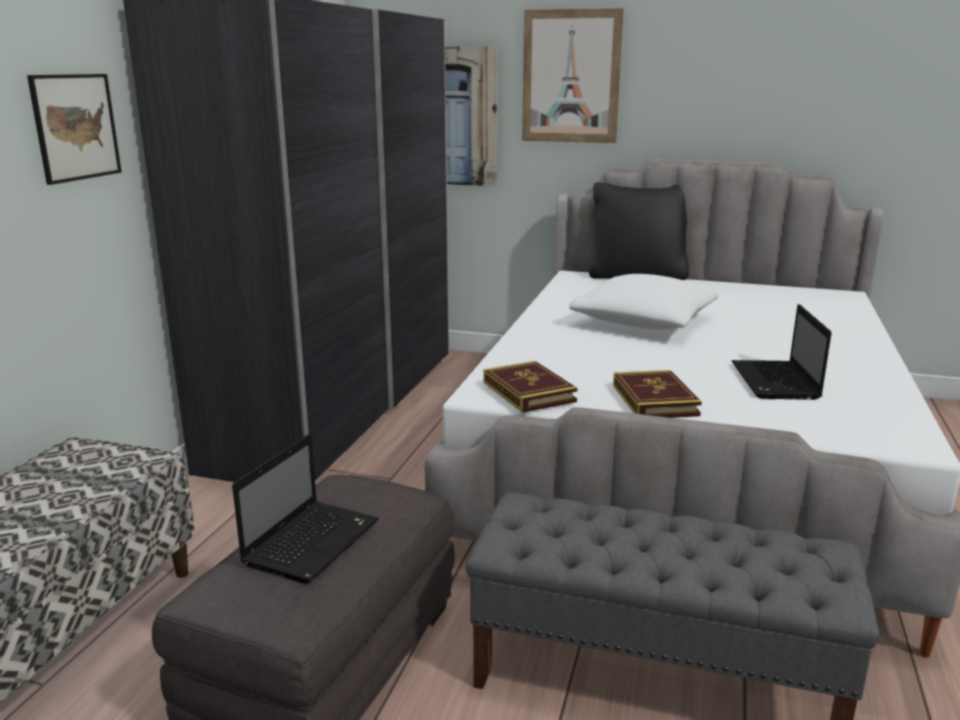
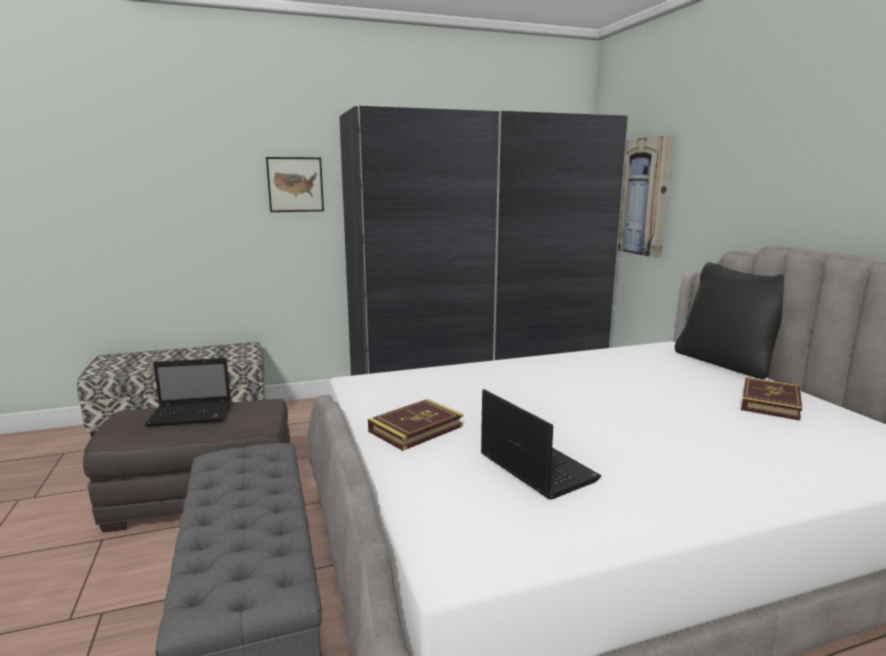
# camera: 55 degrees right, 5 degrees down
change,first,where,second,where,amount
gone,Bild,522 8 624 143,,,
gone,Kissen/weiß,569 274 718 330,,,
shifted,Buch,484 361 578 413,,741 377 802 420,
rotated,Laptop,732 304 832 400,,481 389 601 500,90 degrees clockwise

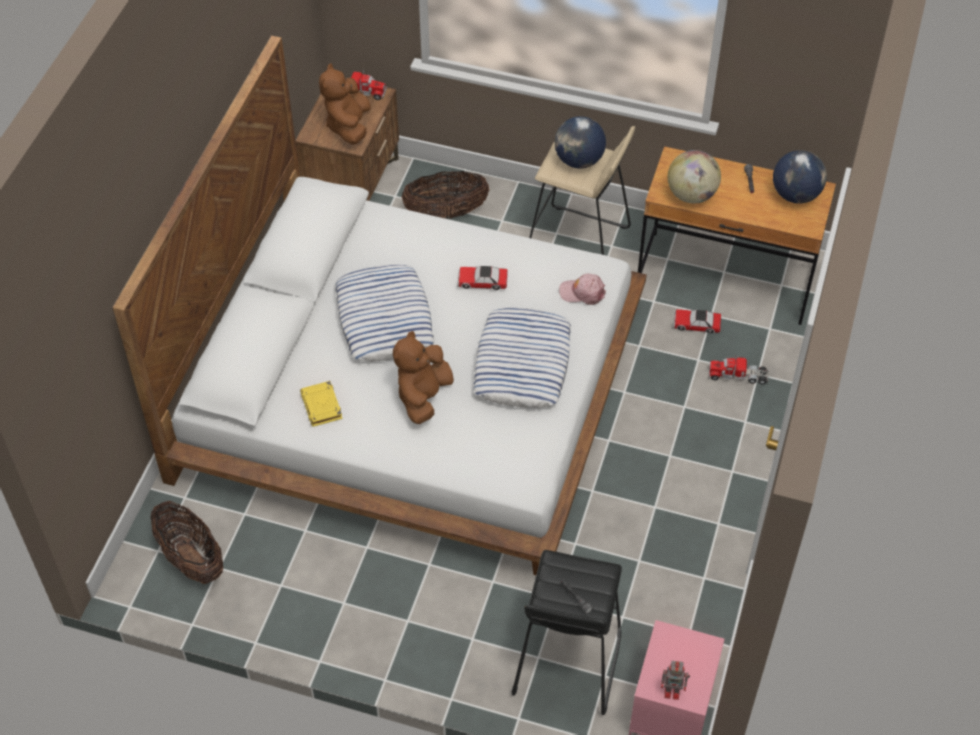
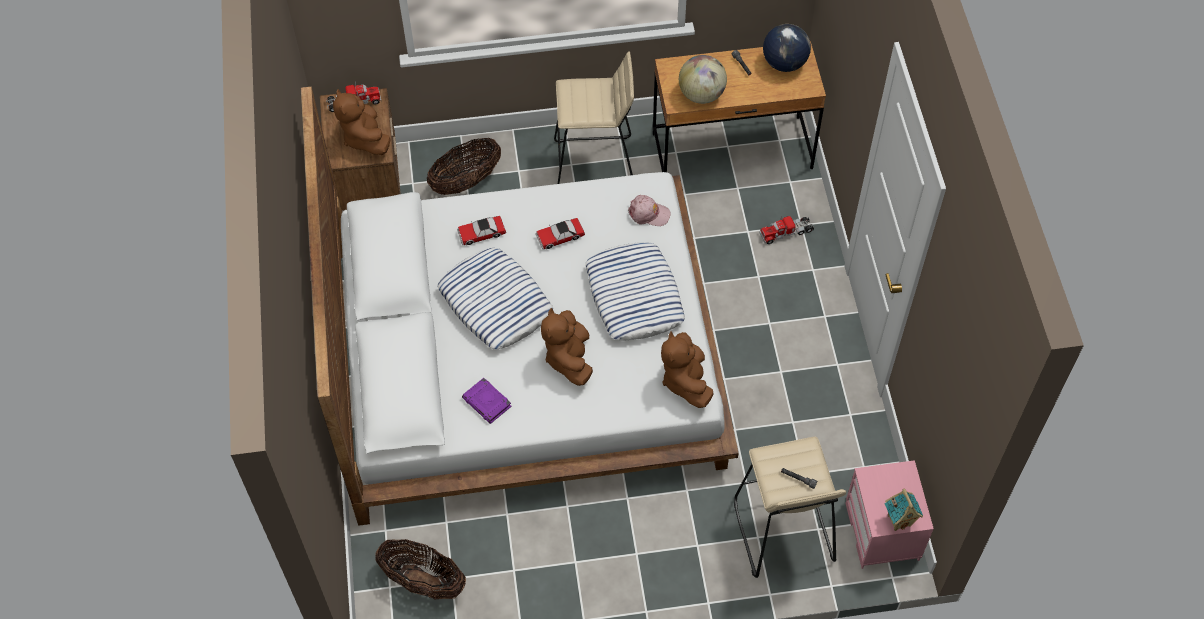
# camera: 25 degrees left, 5 degrees up
change,first,where,second,where,amount
gone,Globus,555 116 606 168,,,
new,,,Plüschtier/braun,661 331 714 408,
shifted,Spielzeugauto,673 309 721 333,,457 216 506 245,
swapped,Spielzeugroboter,661 661 690 700,Spielzeughaus,884 488 923 531,
repainted,Buch/gelb,300 381 342 427,Buch/lila,462 378 512 424,
repainted,Hocker/schwarz,512 550 622 715,Hocker/beige,734 437 846 578,
rotated,Kappe/rosa,559 274 606 305,,628 195 671 226,150 degrees counterclockwise

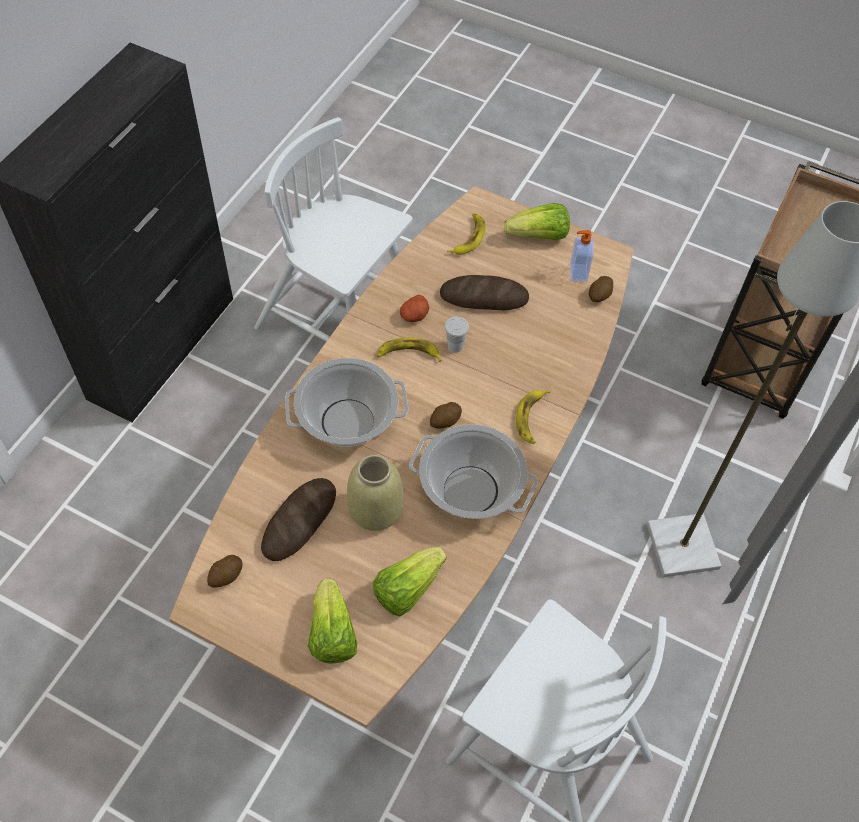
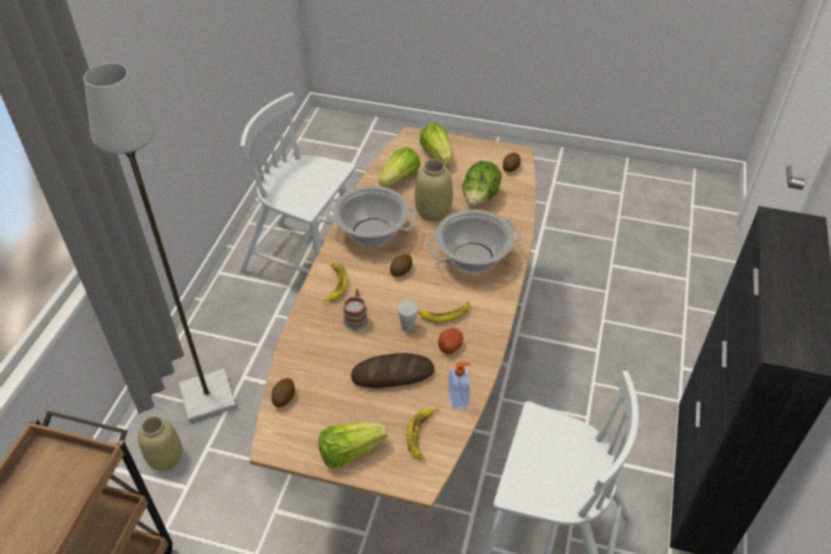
# camera: 170 degrees right, 10 degrees down
change,first,where,second,where,amount
new,,,Vase/beige,138 416 182 471,
new,,,Henkelbecher,343 289 368 331,
shifted,Seifenspender,570 230 594 282,,448 362 471 410,
swapped,Brot,261 478 336 561,Salatkopf,462 161 502 206,

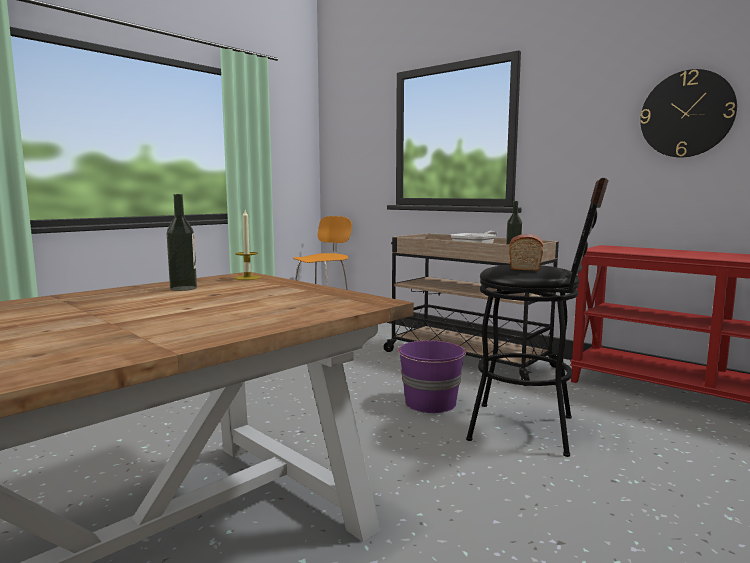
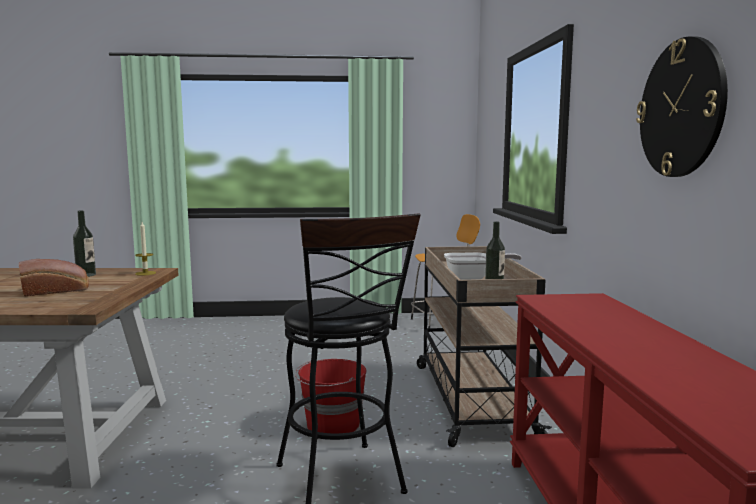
# camera: 45 degrees right, 0 degrees up
change,first,where,second,where,amount
shifted,Brot,509 234 543 271,,19 259 89 296,
repainted,Eimer/lila,398 340 466 413,Eimer/rot,295 359 366 433,

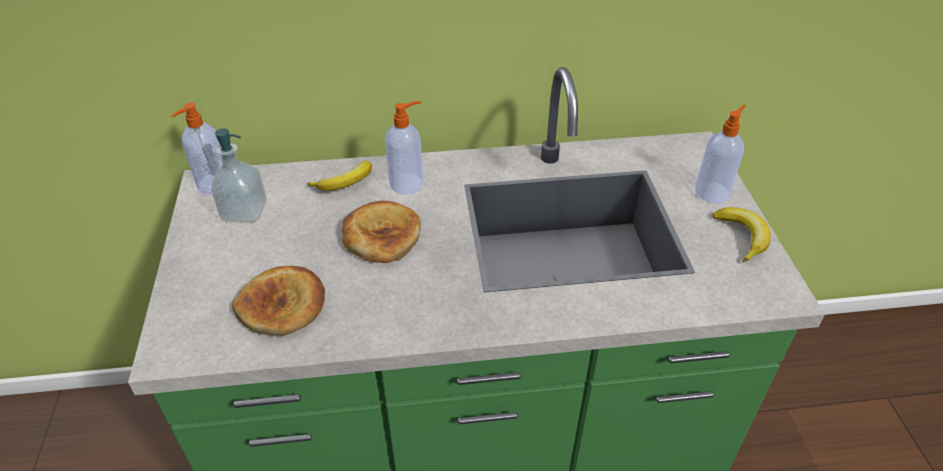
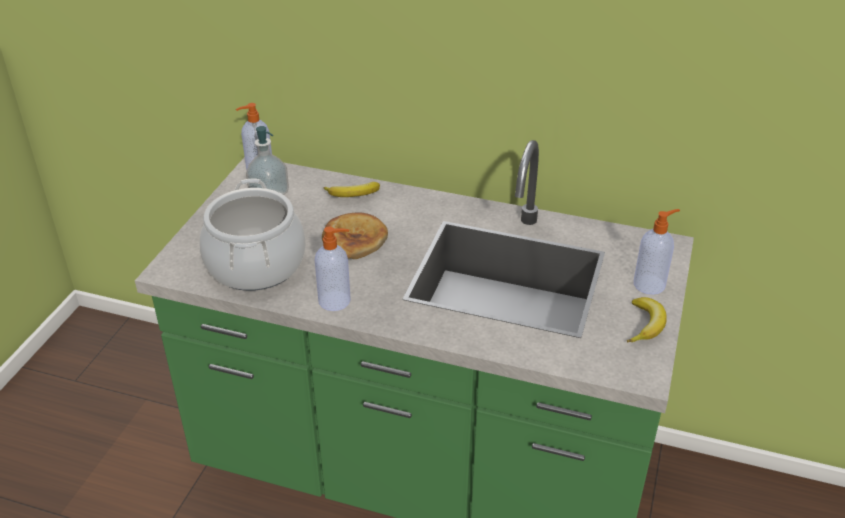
# camera: 25 degrees right, 5 degrees down
change,first,where,second,where,amount
shifted,Seifenspender,385 101 423 195,,315 227 351 311,
swapped,Brot,232 266 325 336,Kochtopf,199 179 306 291,

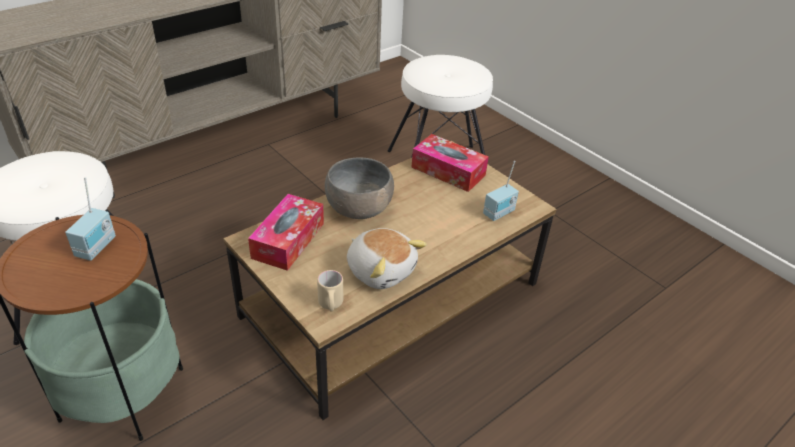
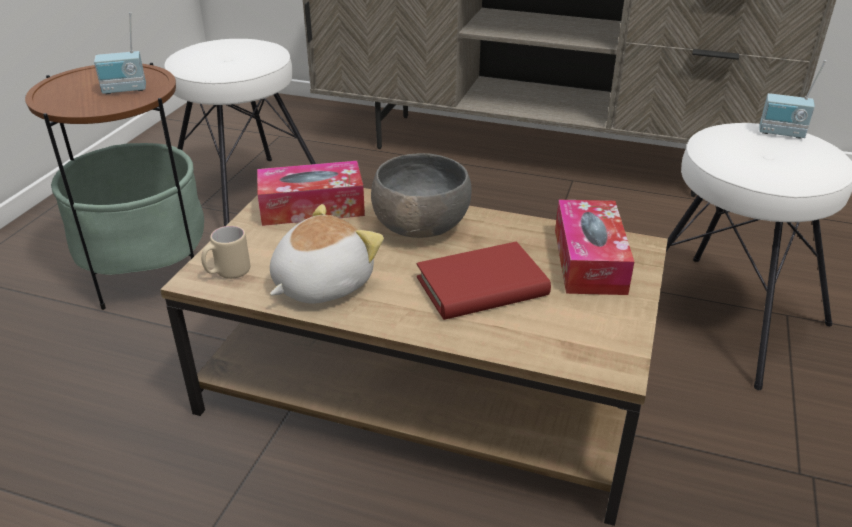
# camera: 60 degrees right, 5 degrees down
change,first,where,second,where,amount
new,,,Buch/rot,417 242 551 320,
shifted,Radio,483 161 519 221,,760 60 826 139,
rotated,Plüschtier,347 228 427 289,,270 204 384 304,150 degrees counterclockwise

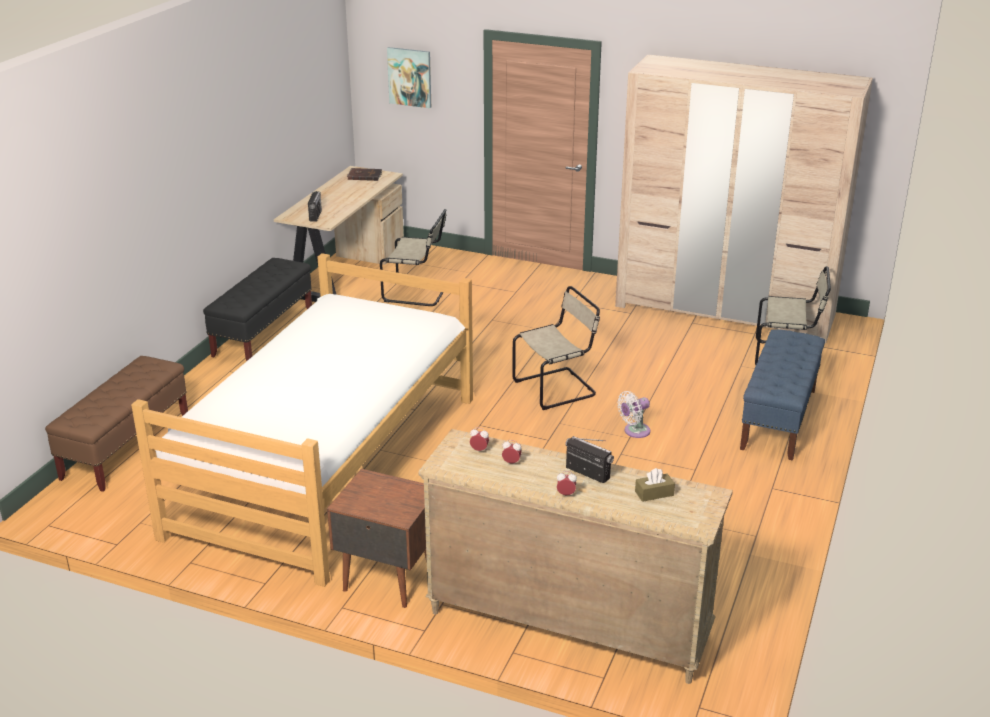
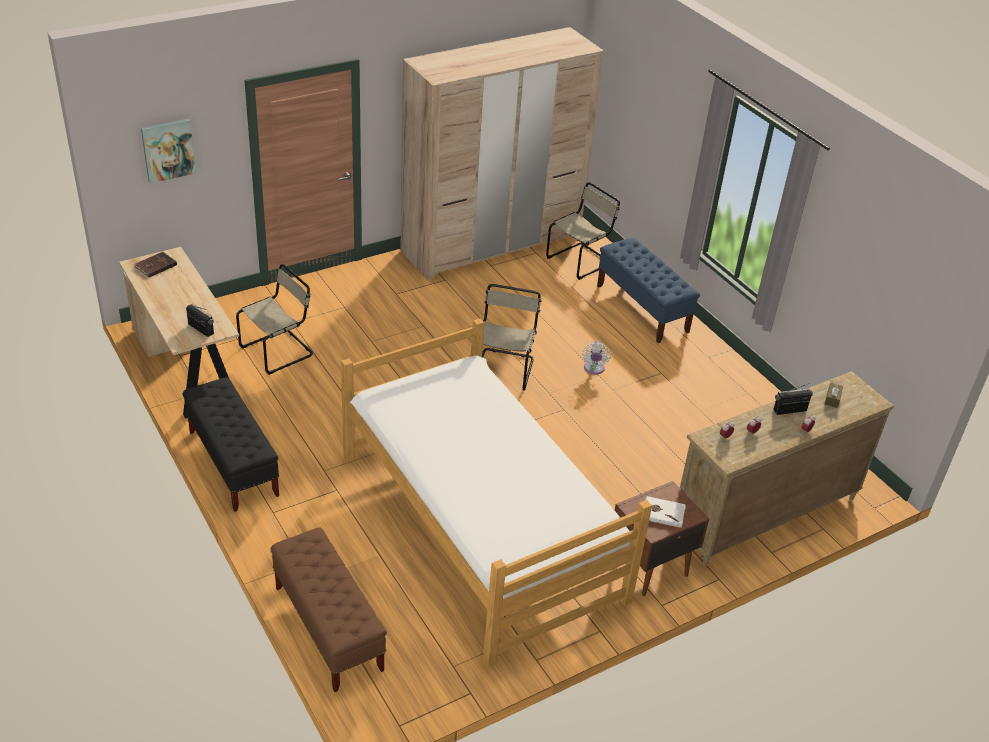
# camera: 55 degrees left, 10 degrees up
change,first,where,second,where,amount
new,,,Buch/weiß,645 496 686 528,

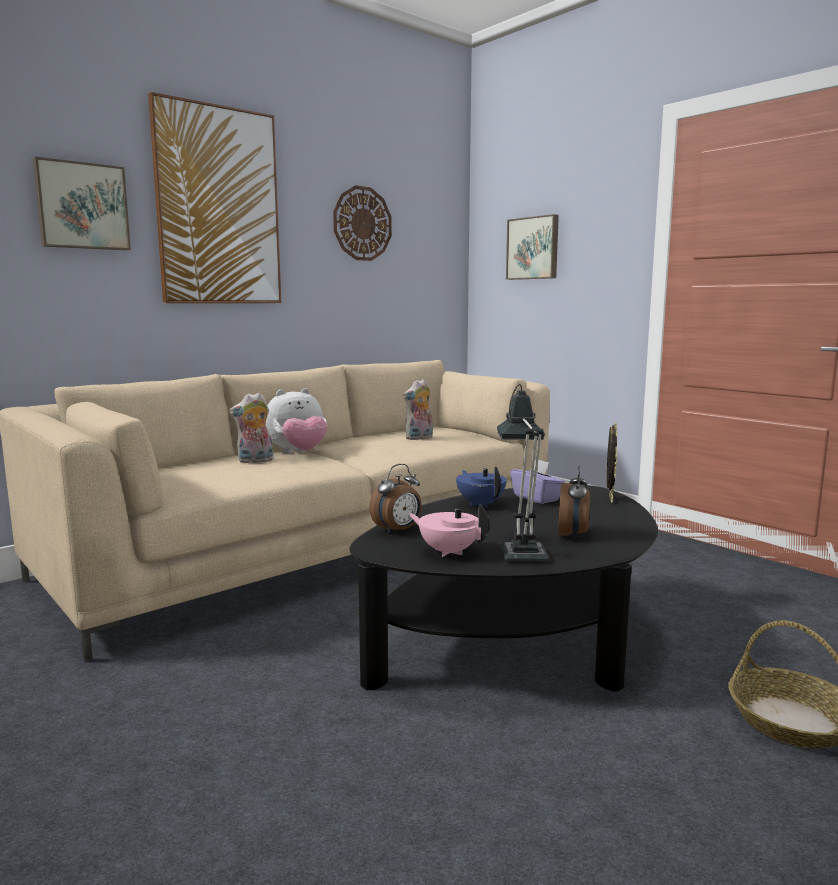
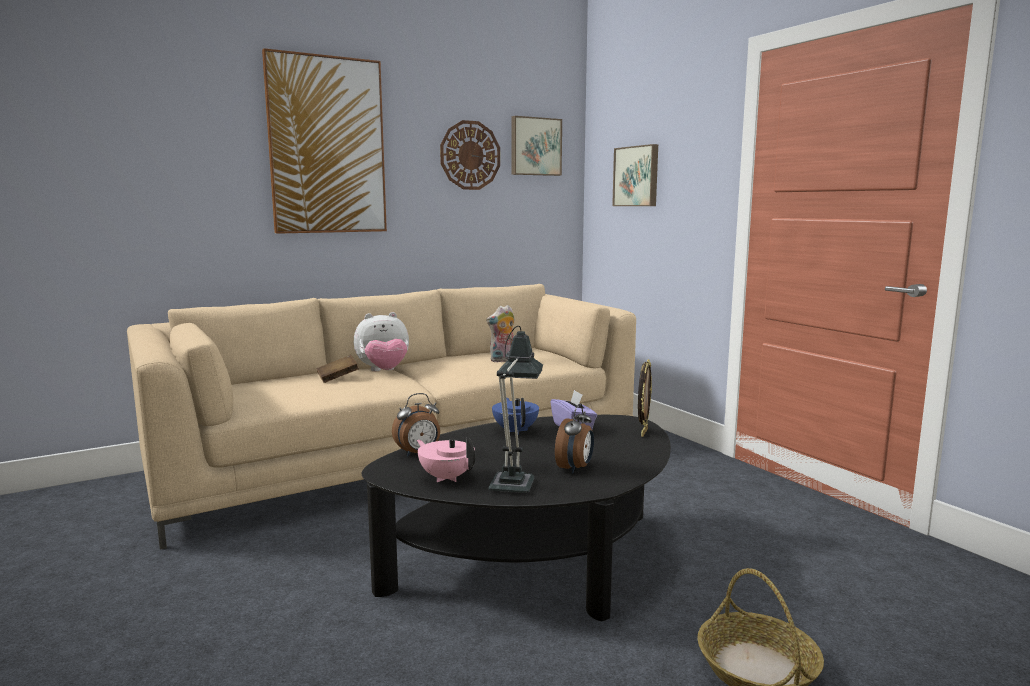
# camera: 10 degrees right, 0 degrees up
change,first,where,second,where,amount
shifted,Bild,33 157 131 250,,511 116 562 176,
swapped,Plüschtier,229 393 273 464,Buch/braun,316 355 359 383,

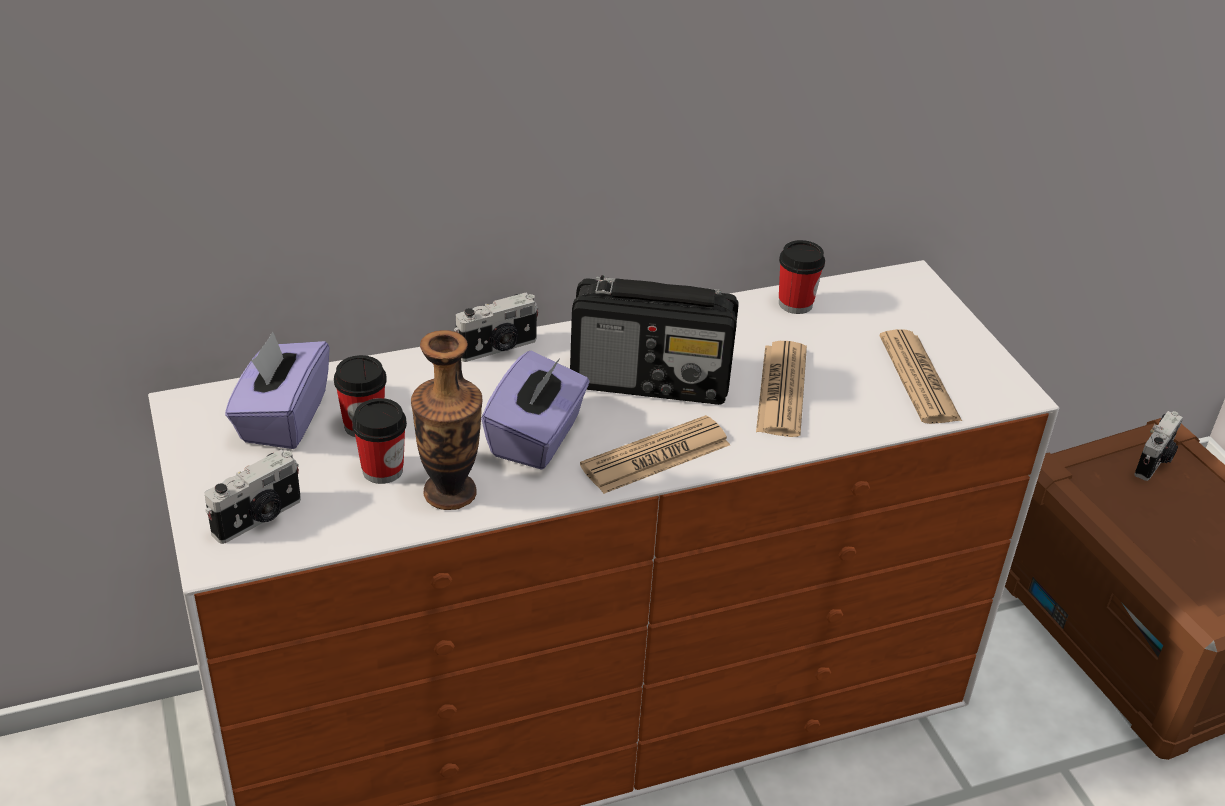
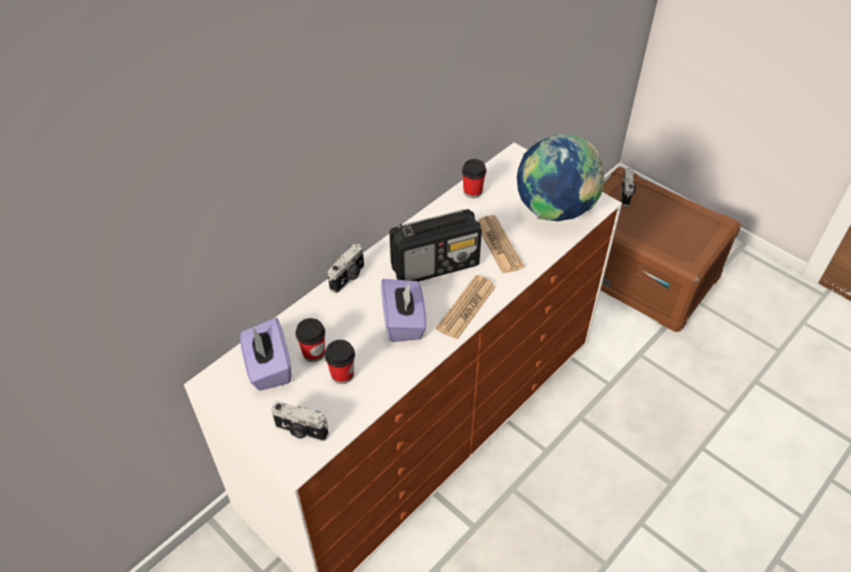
# camera: 25 degrees left, 10 degrees up
change,first,where,second,where,amount
gone,Vase,411 330 482 510,,,
swapped,Zeitung,879 329 962 424,Globus,517 134 605 221,
rotated,Kamera,205 449 301 544,,271 401 329 441,90 degrees clockwise

